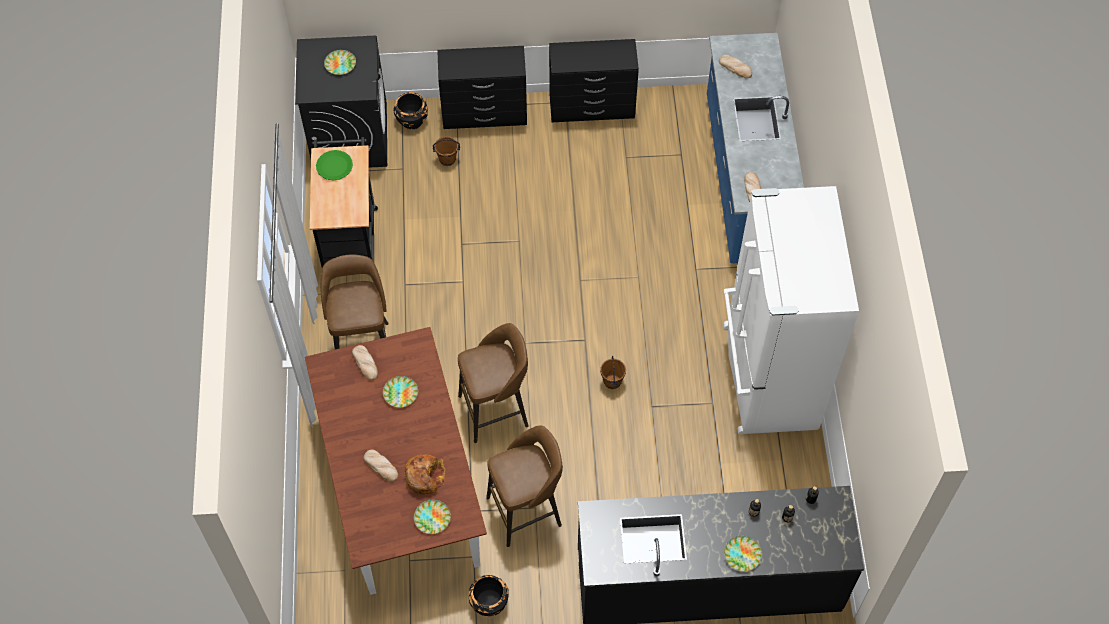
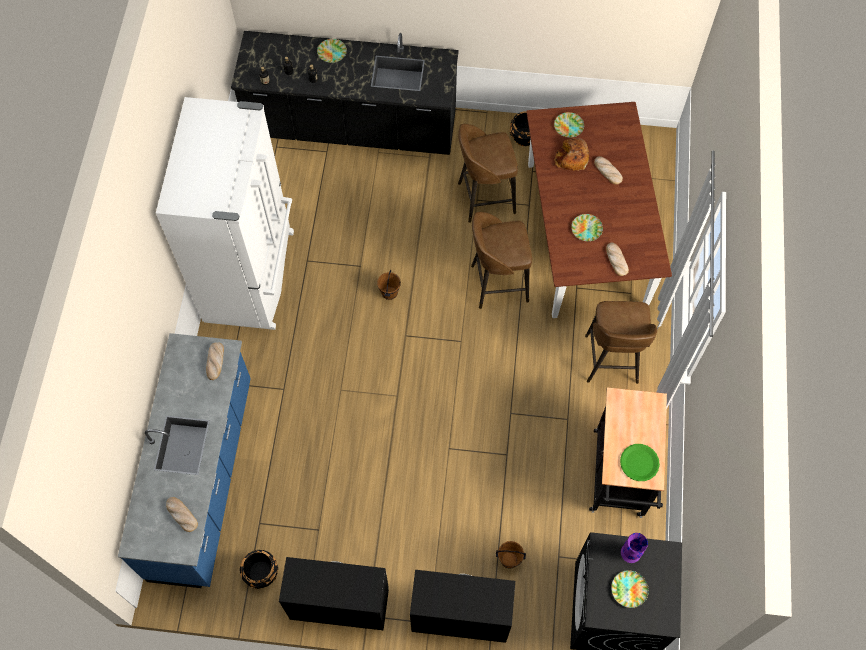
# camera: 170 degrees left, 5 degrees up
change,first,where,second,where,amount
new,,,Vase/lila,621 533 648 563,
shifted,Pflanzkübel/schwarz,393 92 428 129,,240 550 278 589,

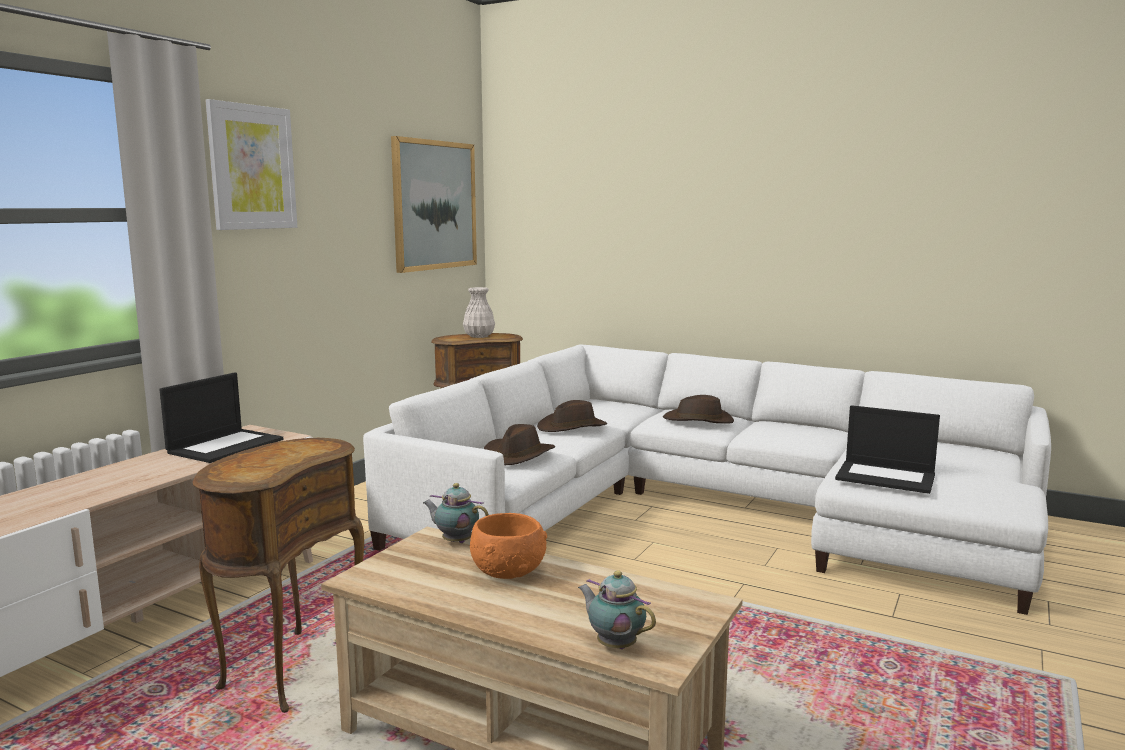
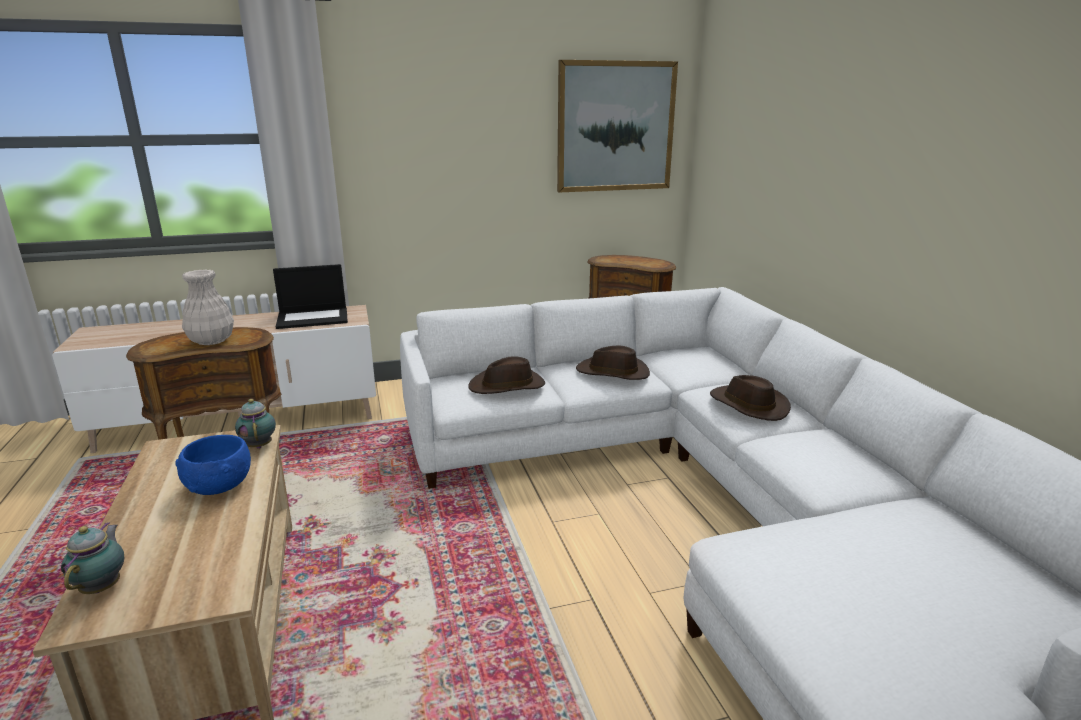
# camera: 45 degrees right, 10 degrees up
change,first,where,second,where,amount
gone,Bild,205 99 297 230,,,
gone,Laptop,835 405 940 494,,,
shifted,Vase/weiß,463 287 495 338,,182 269 234 345,
repainted,Schüssel/orange,470 513 547 579,Schüssel/blau,175 435 251 495,

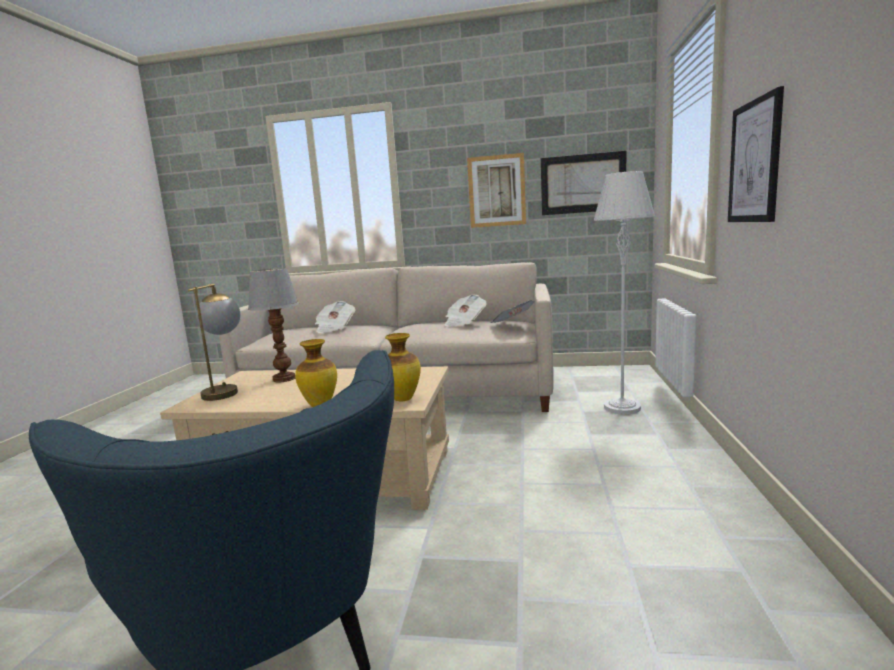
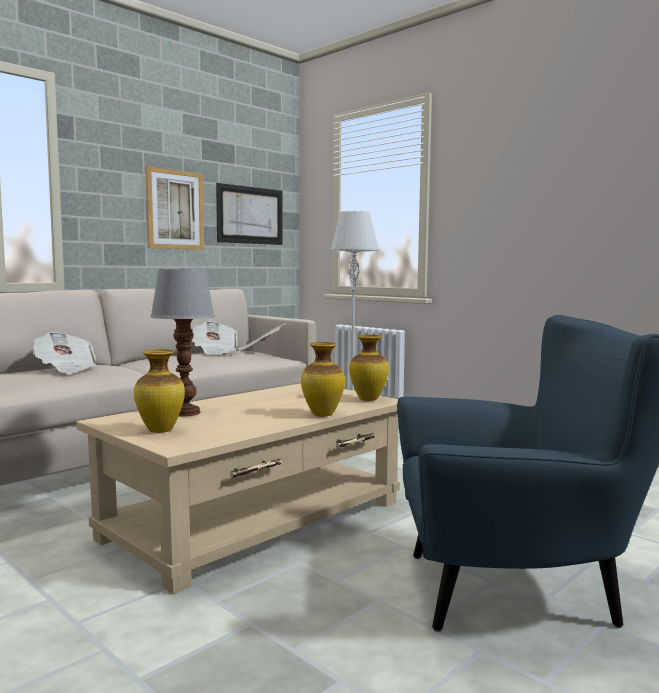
# camera: 55 degrees left, 5 degrees down
change,first,where,second,where,amount
gone,Bild,728 86 784 222,,,
swapped,Tischlampe,188 284 240 401,Vase,134 350 185 433,

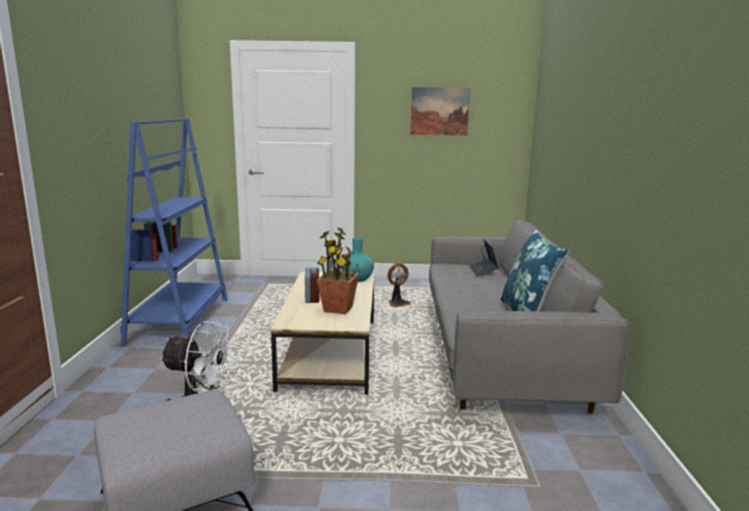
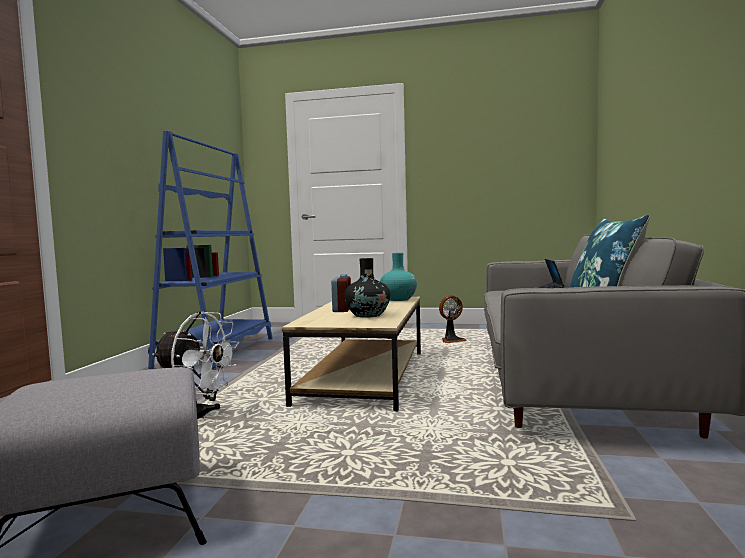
# camera: 10 degrees right, 10 degrees down
change,first,where,second,where,amount
gone,Bild,410 87 470 136,,,
swapped,Topfpflanze,317 227 360 314,Vase/schwarz,345 258 390 317,

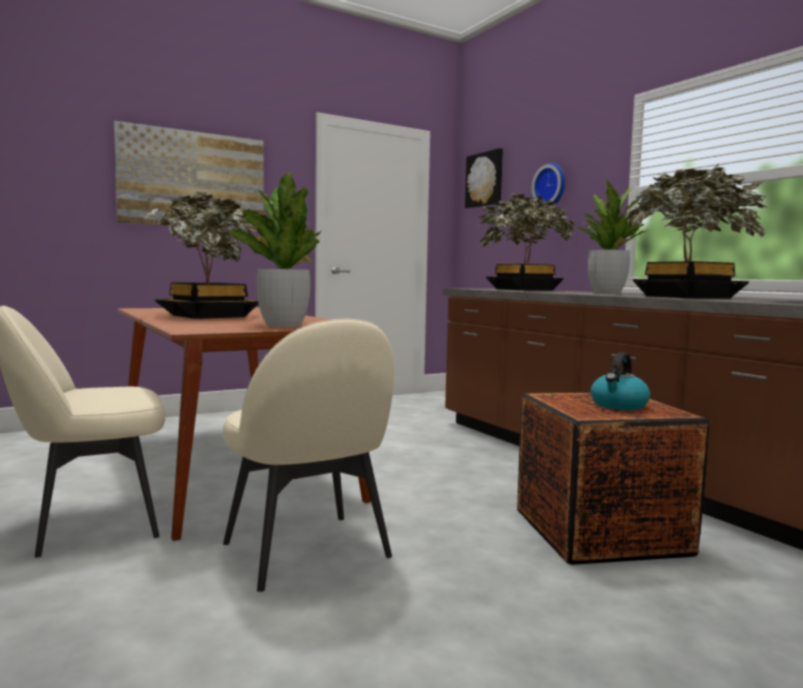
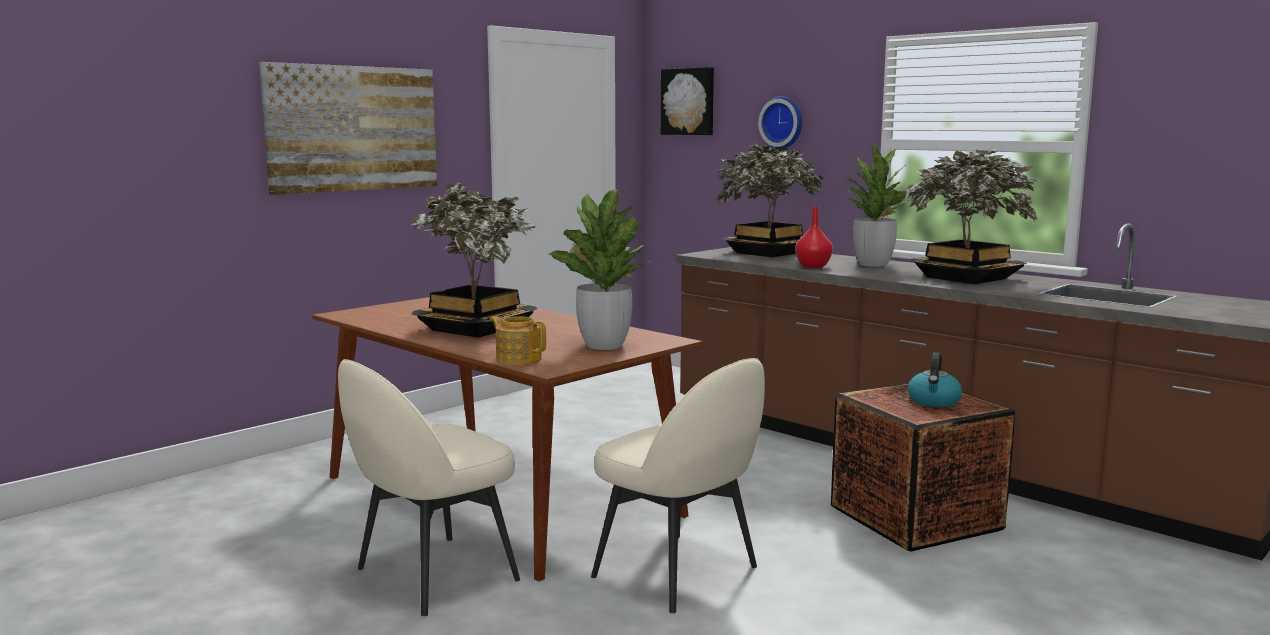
# camera: 15 degrees left, 5 degrees up
change,first,where,second,where,amount
new,,,Teekanne,490 316 546 365,
new,,,Vase/rot,795 206 833 268,

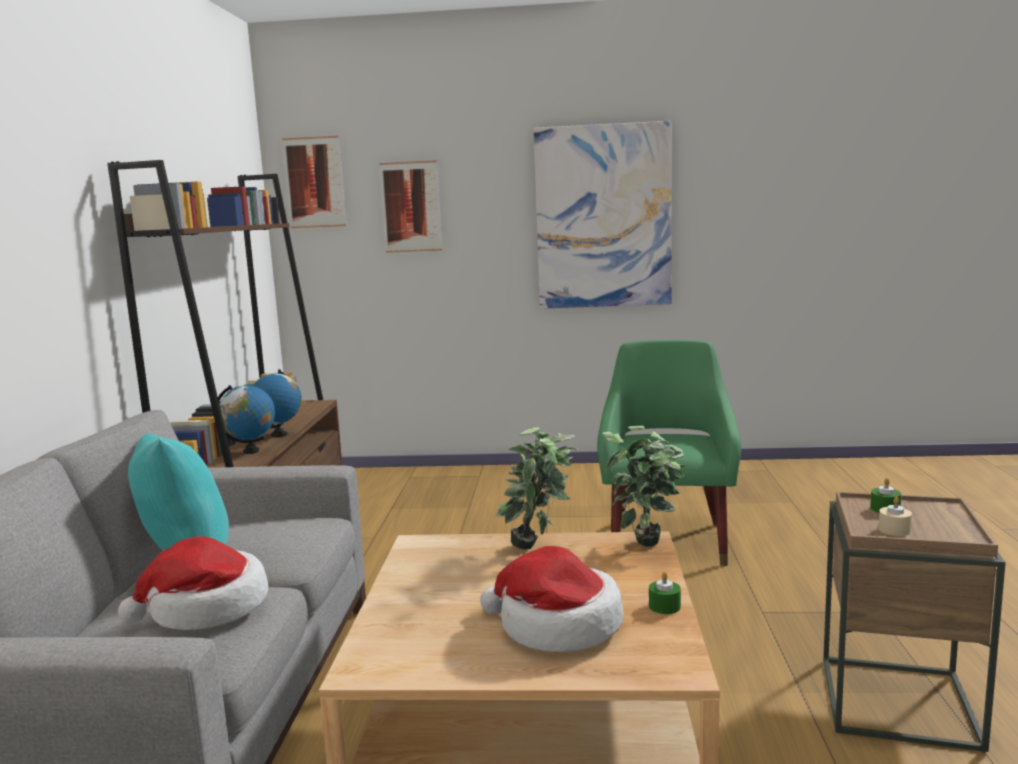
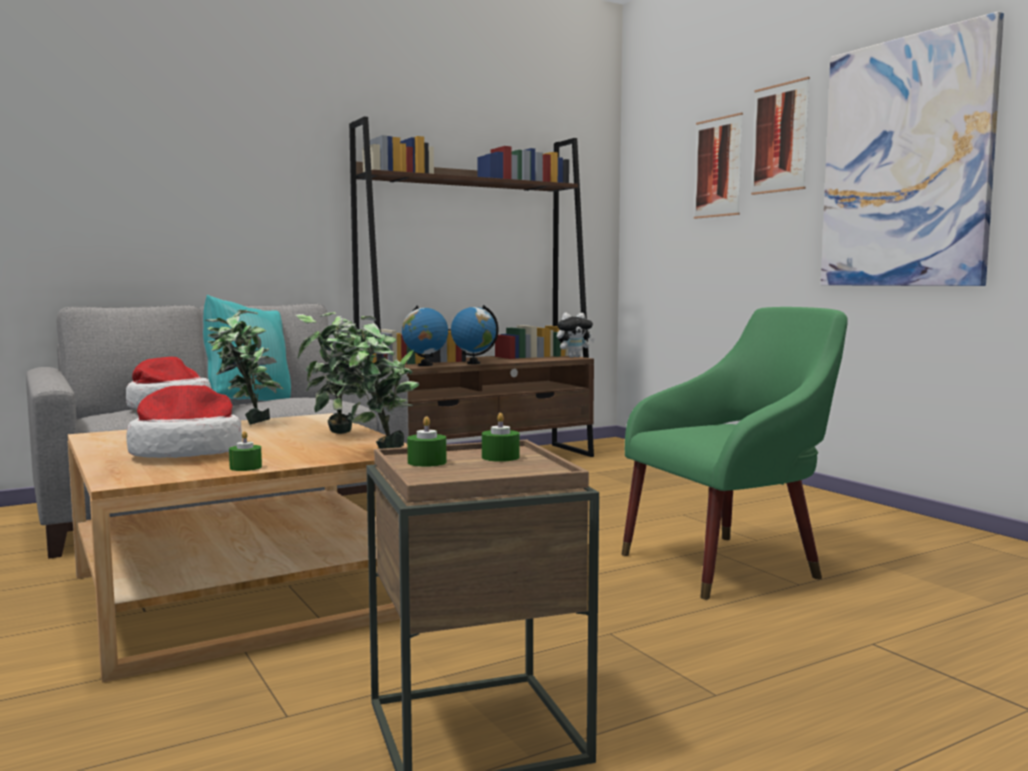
# camera: 55 degrees right, 5 degrees down
change,first,where,second,where,amount
new,,,Topfpflanze,205 310 283 425,
new,,,Plüschtier,557 313 595 358,
shifted,Bild,282 136 347 228,,751 77 810 195,
repainted,Kerze/beige,879 497 912 536,Kerze/grün,407 416 447 467,

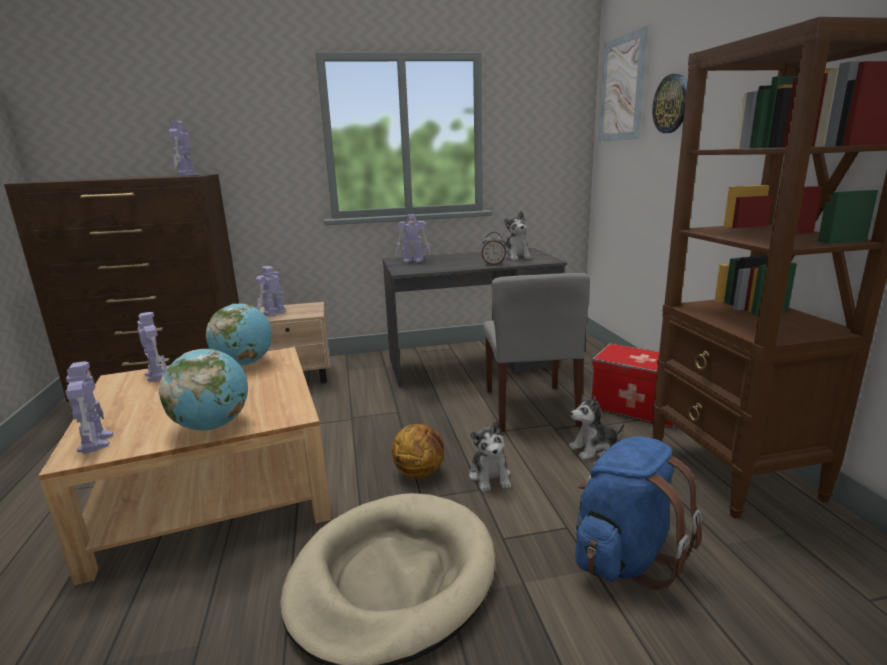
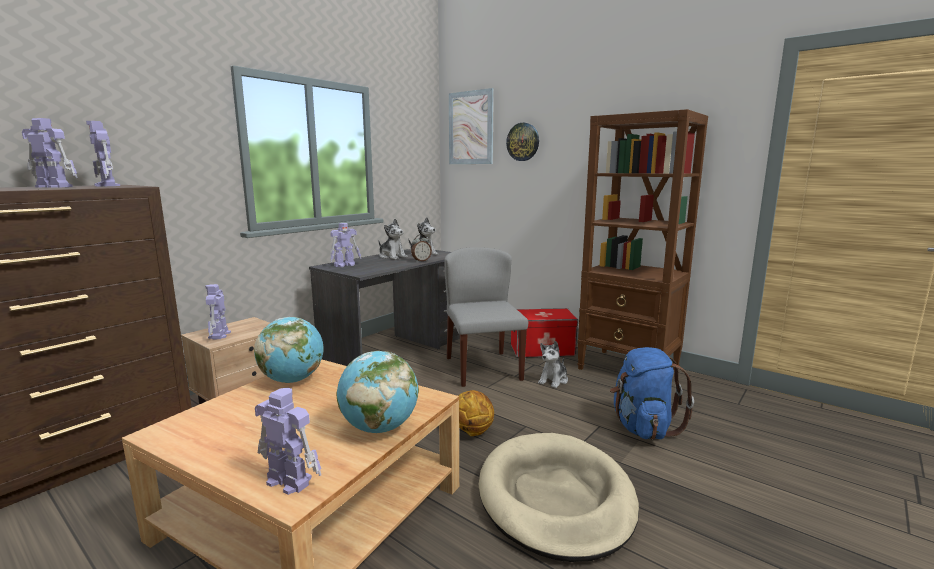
# camera: 40 degrees left, 5 degrees down
change,first,where,second,where,amount
shifted,Spielzeugroboter,137 312 167 381,,22 118 78 188,
shifted,Plüschtier,469 421 511 492,,379 219 408 259,
rotated,Stuhl/grau,483 273 590 432,,445 247 528 387,150 degrees counterclockwise

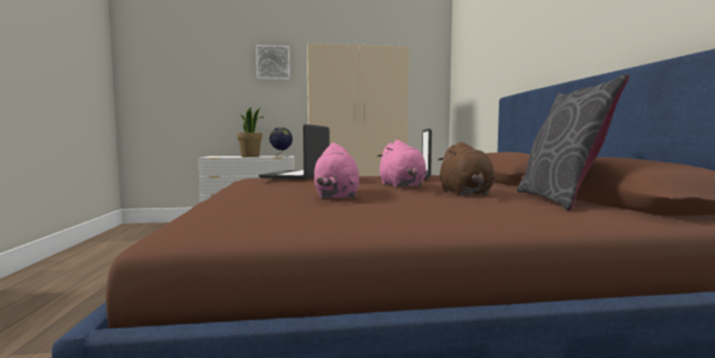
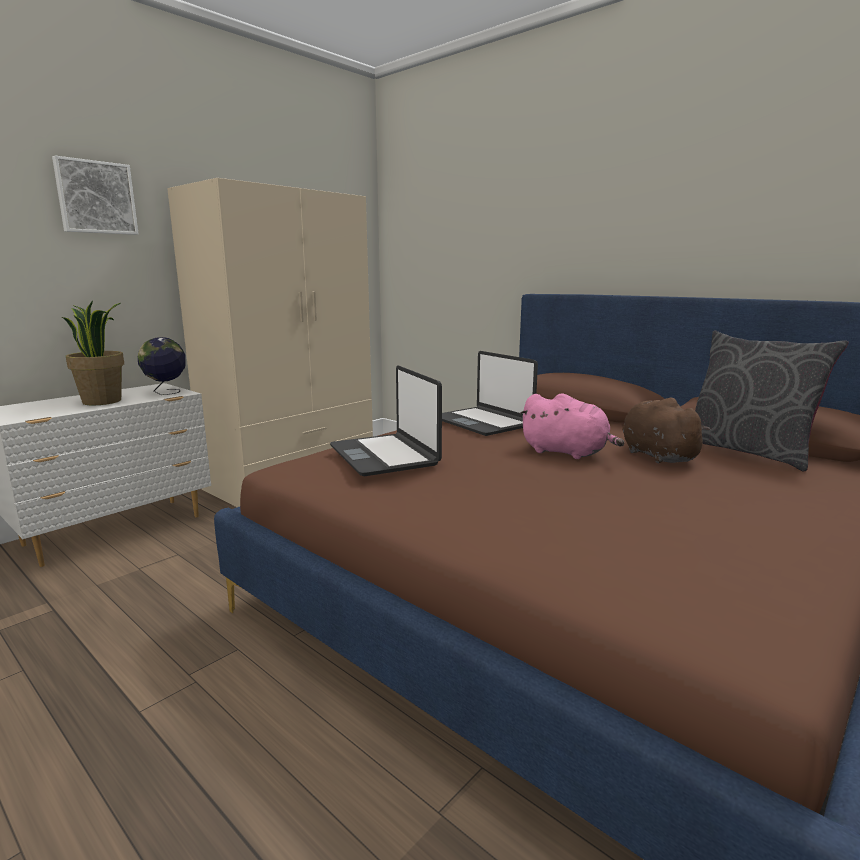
# camera: 40 degrees left, 10 degrees up
change,first,where,second,where,amount
gone,Plüschtier/rosa,314 143 359 199,,,
rotated,Plüschtier/braun,438 142 495 196,,622 398 711 464,150 degrees counterclockwise

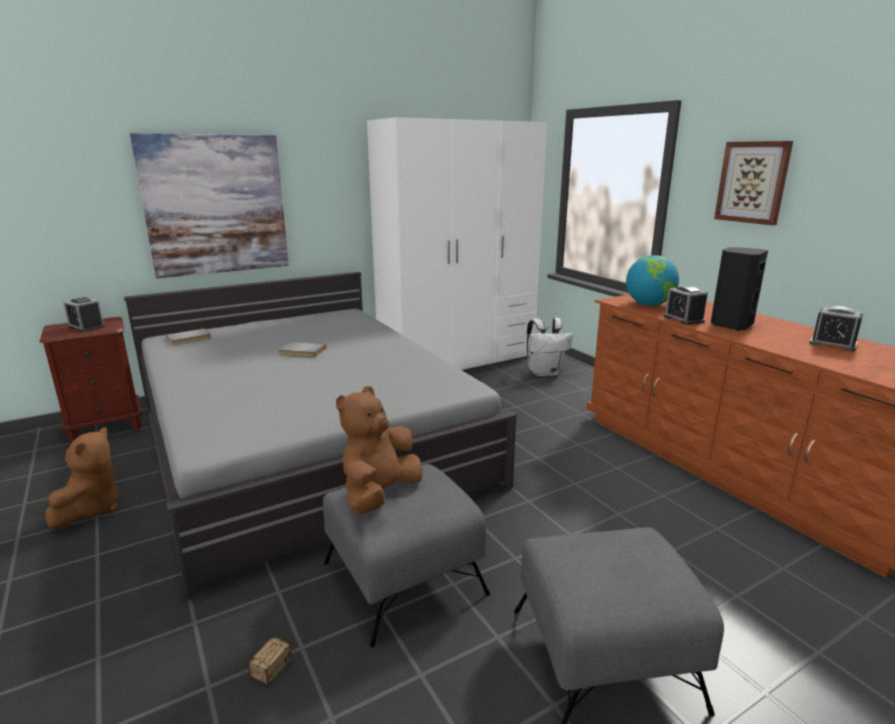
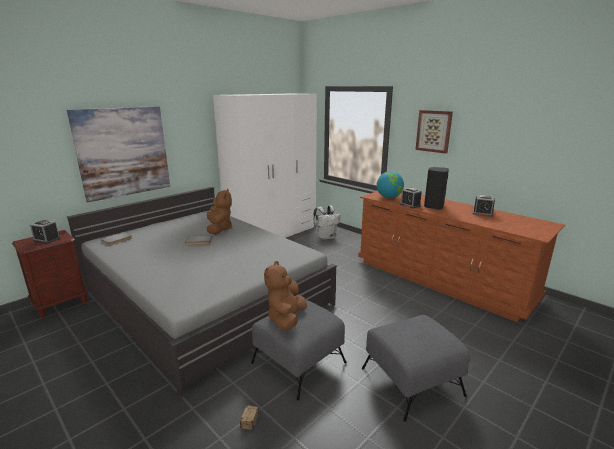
# camera: 15 degrees left, 0 degrees up
change,first,where,second,where,amount
shifted,Plüschtier/braun,45 427 119 529,,207 189 232 235,

